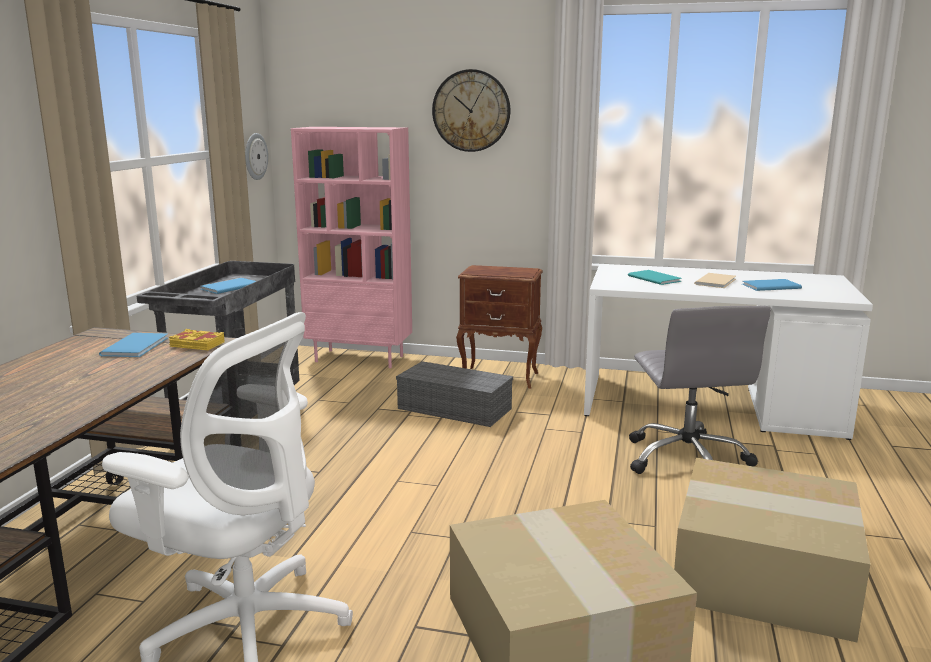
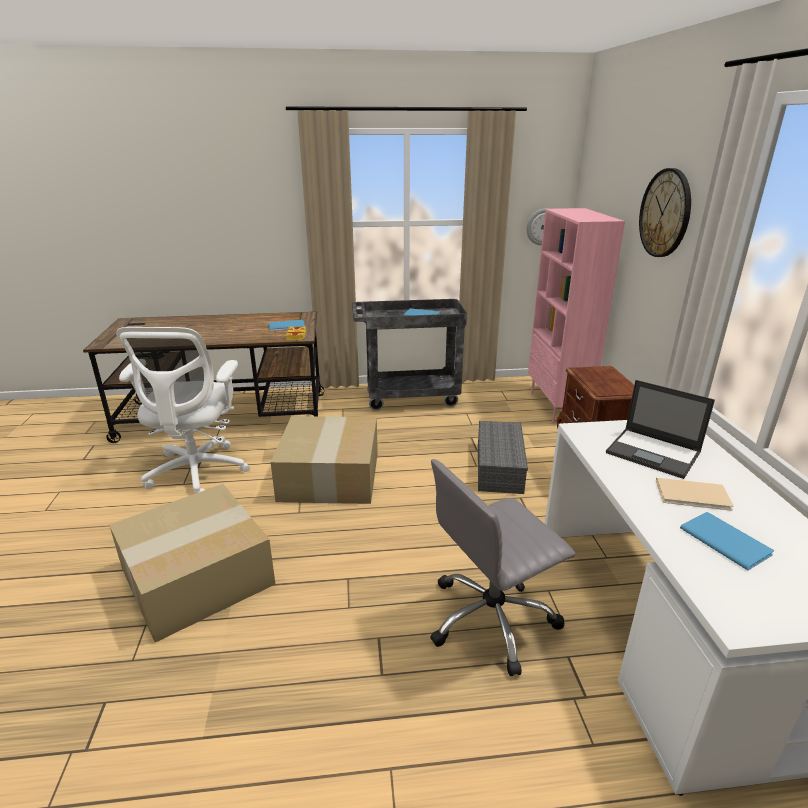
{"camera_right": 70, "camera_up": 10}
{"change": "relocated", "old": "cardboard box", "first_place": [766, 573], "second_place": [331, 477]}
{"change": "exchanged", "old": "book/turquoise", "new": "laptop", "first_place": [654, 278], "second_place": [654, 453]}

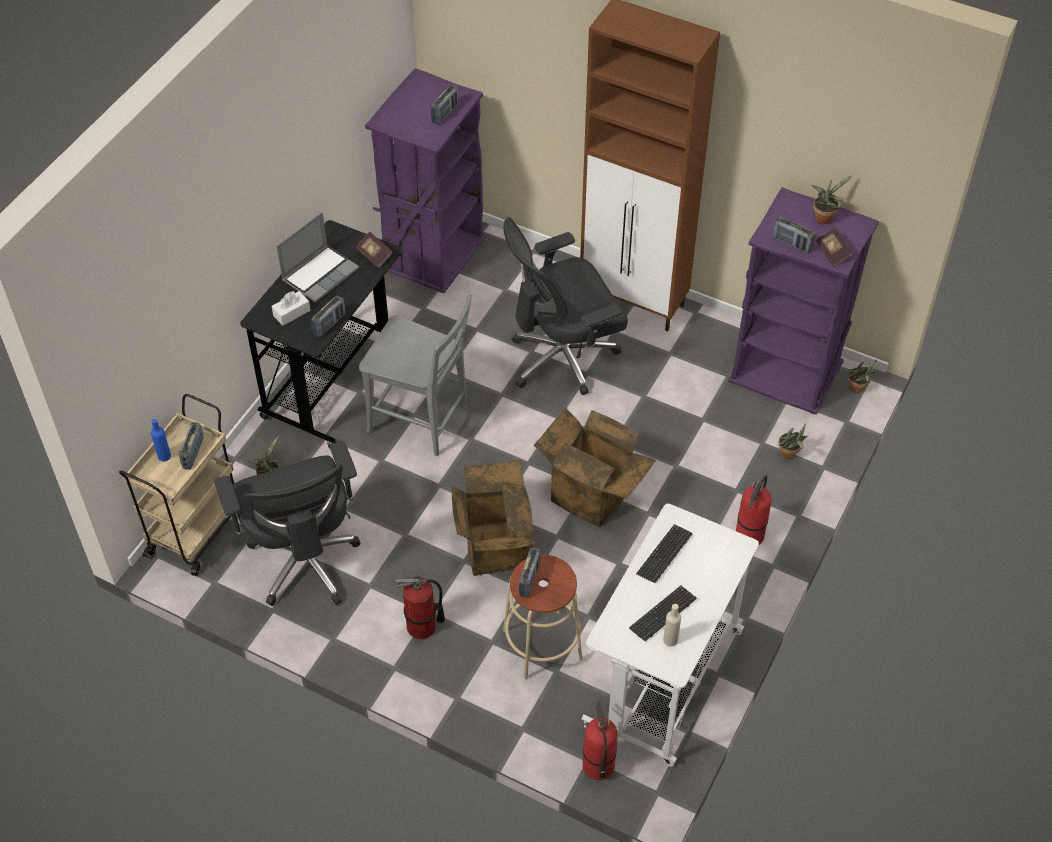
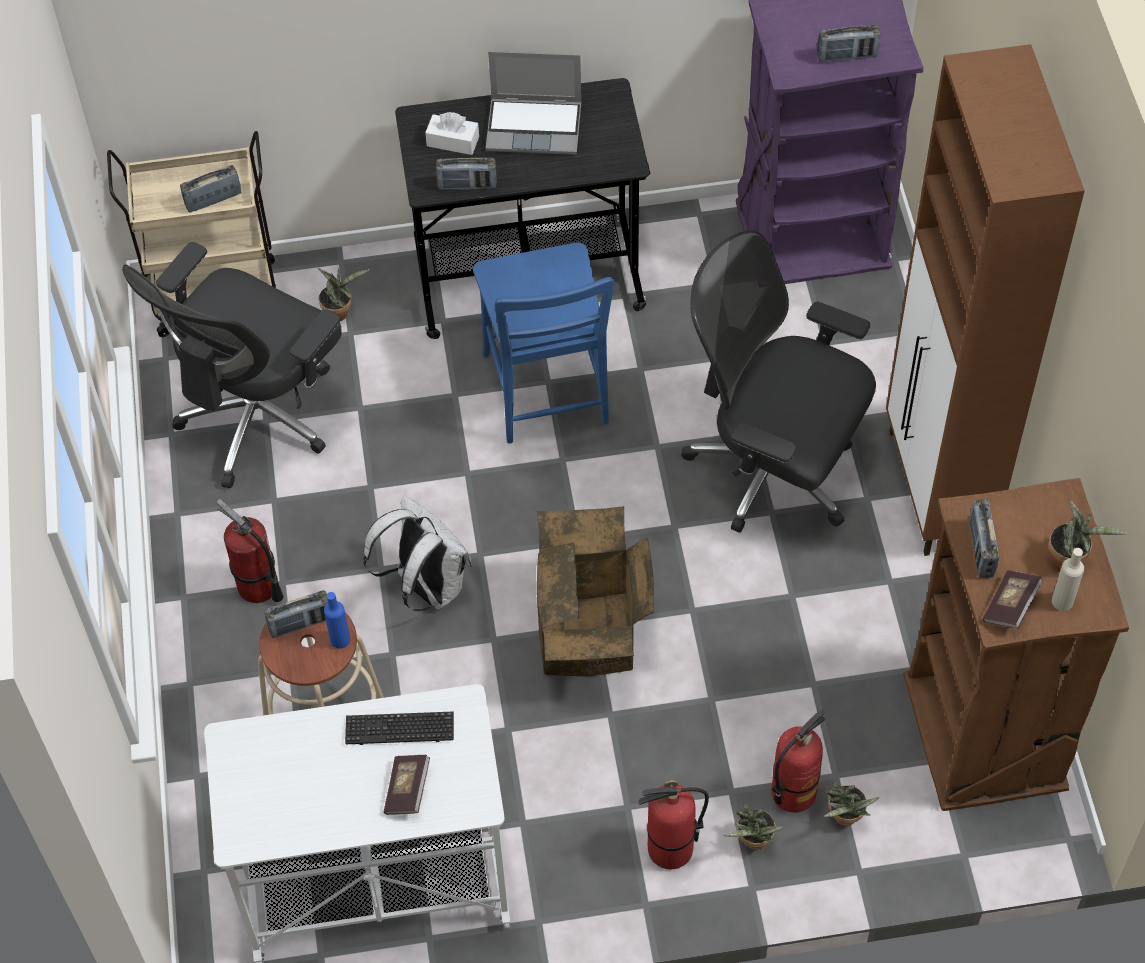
{"camera_right": 55, "camera_up": 5}
{"change": "relocated", "old": "bottle/blue", "first_place": [164, 456], "second_place": [340, 639]}
{"change": "exchanged", "old": "cardboard box", "new": "backpack/white", "first_place": [495, 547], "second_place": [426, 586]}
{"change": "relocated", "old": "book", "first_place": [374, 255], "second_place": [407, 790]}
{"change": "colour", "old": "chair/grey", "new": "chair/blue", "first_place": [423, 420], "second_place": [547, 395]}
{"change": "relocated", "old": "potted plant", "first_place": [858, 389], "second_place": [753, 842]}
{"change": "relocated", "old": "fire extinguisher", "first_place": [598, 766], "second_place": [793, 792]}
{"change": "colour", "old": "bookcase/purple", "new": "bookcase/brown", "first_place": [786, 371], "second_place": [985, 732]}
{"change": "relocated", "old": "bottle/beige", "first_place": [670, 640], "second_place": [1062, 601]}
{"change": "missing", "old": "keyboard", "first_place": [662, 614]}

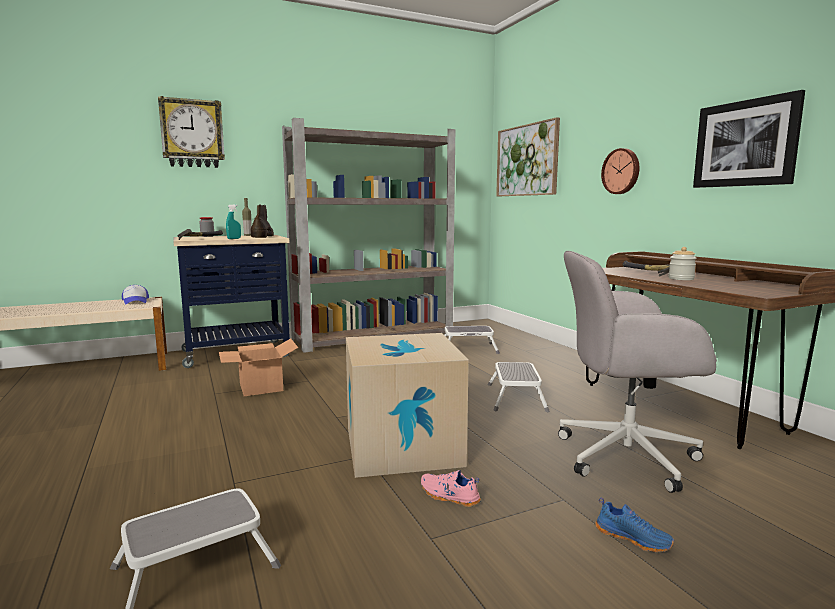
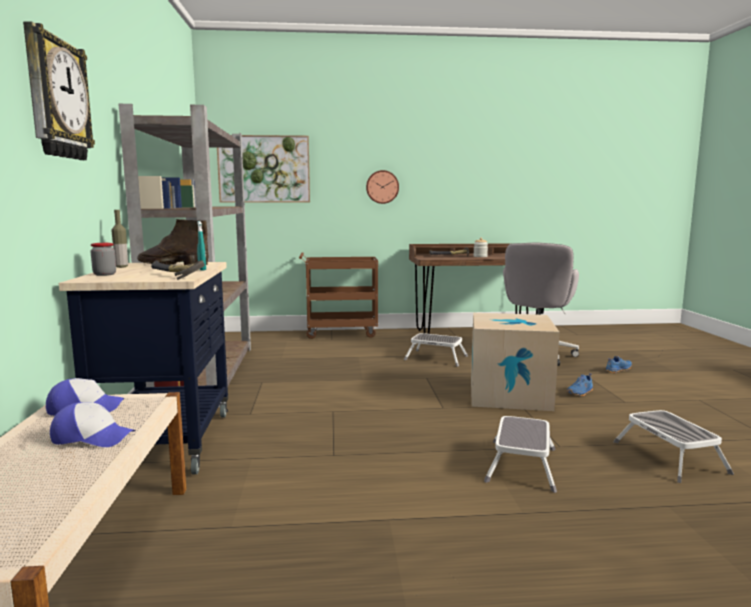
{"camera_right": -70, "camera_up": 0}
{"change": "appeared", "new": "cap", "second_place": [93, 437]}
{"change": "appeared", "new": "cart/brown", "second_place": [339, 334]}
{"change": "relocated", "old": "step ladder/grey", "first_place": [468, 349], "second_place": [522, 465]}
{"change": "colour", "old": "shoe/pink", "new": "shoe/blue", "first_place": [449, 497], "second_place": [580, 393]}
{"change": "missing", "old": "cardboard box", "first_place": [261, 387]}
{"change": "missing", "old": "picture", "first_place": [745, 143]}

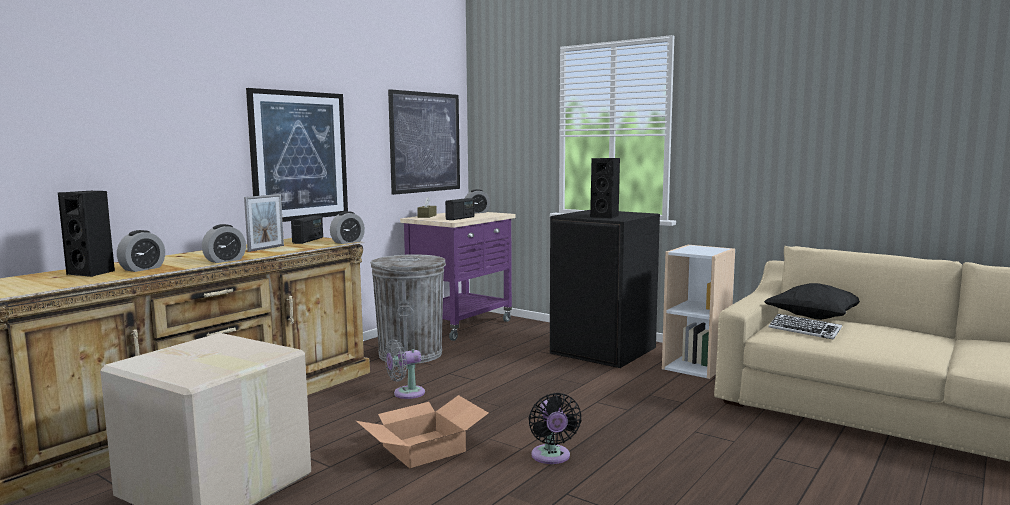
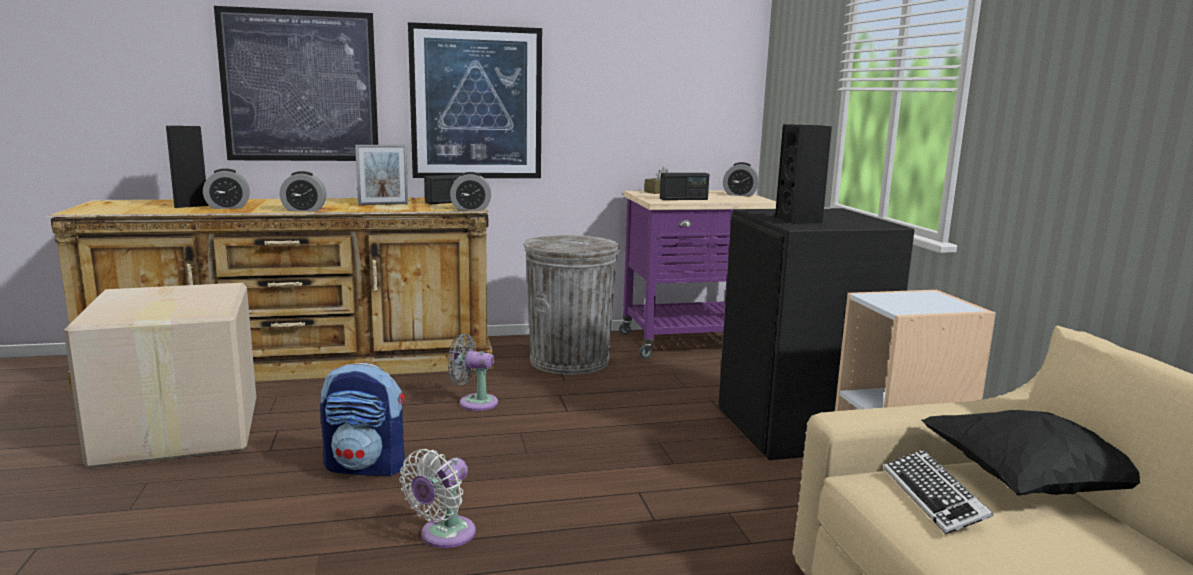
{"camera_right": 40, "camera_up": 5}
{"change": "relocated", "old": "picture", "first_place": [425, 142], "second_place": [300, 86]}
{"change": "exchanged", "old": "cardboard box", "new": "backpack", "first_place": [424, 448], "second_place": [366, 467]}
{"change": "colour", "old": "fan/black", "new": "fan/white", "first_place": [551, 457], "second_place": [443, 536]}

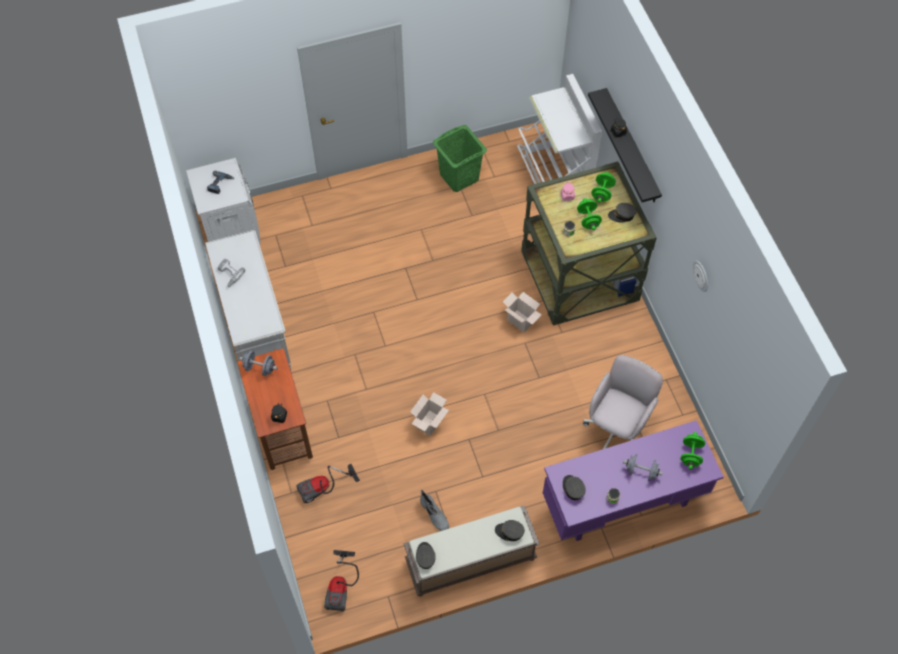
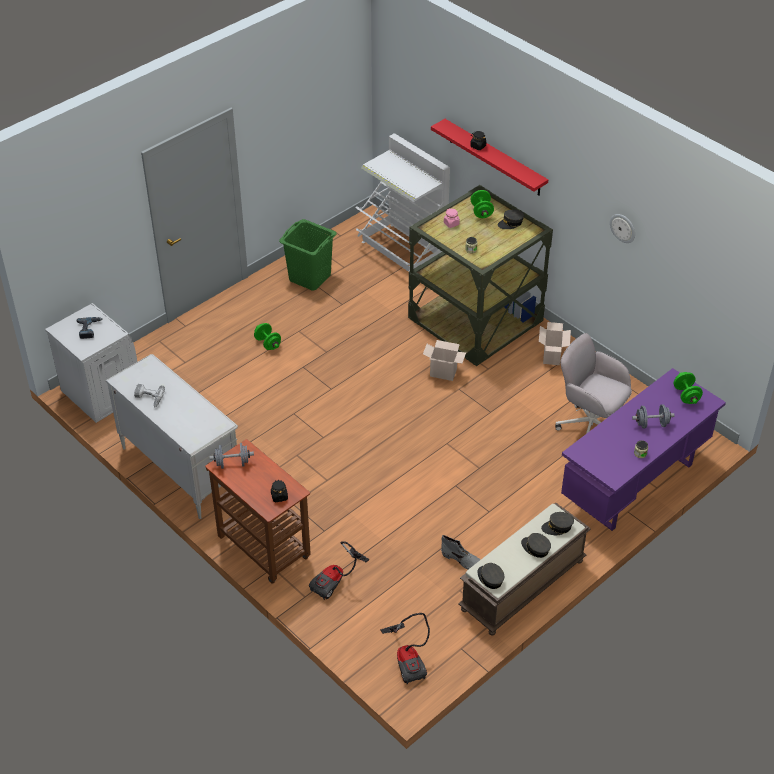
{"camera_right": -25, "camera_up": -15}
{"change": "relocated", "old": "dumbbell/green", "first_place": [588, 219], "second_place": [268, 343]}
{"change": "colour", "old": "shelf/black", "new": "shelf/red", "first_place": [632, 147], "second_place": [494, 158]}
{"change": "relocated", "old": "cap/grey", "first_place": [573, 489], "second_place": [535, 548]}
{"change": "relocated", "old": "cardboard box", "first_place": [429, 424], "second_place": [552, 357]}
{"change": "spun", "old": "office chair/grey", "first_place": [616, 429], "second_place": [589, 428], "degrees": -60}

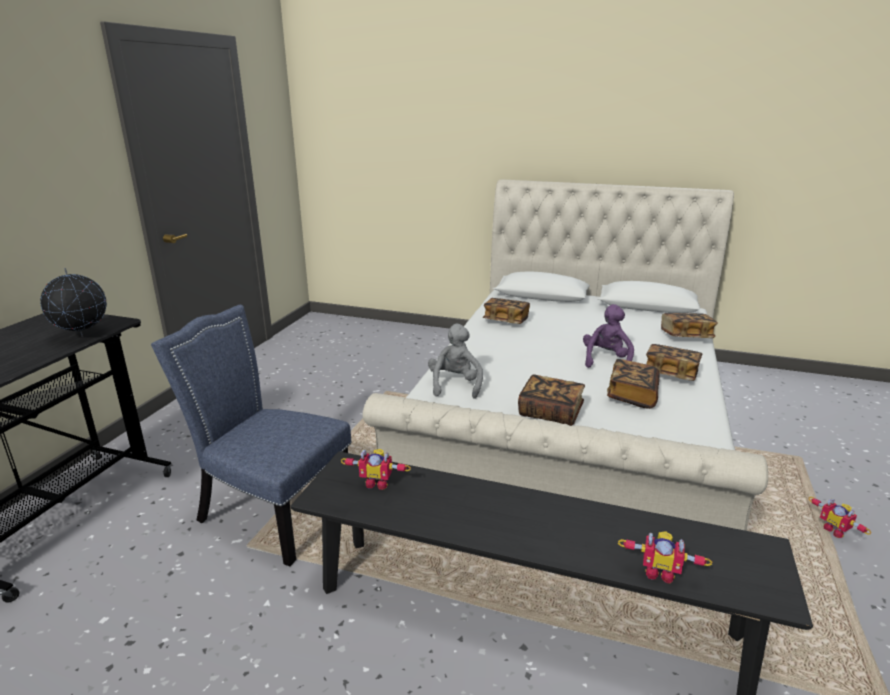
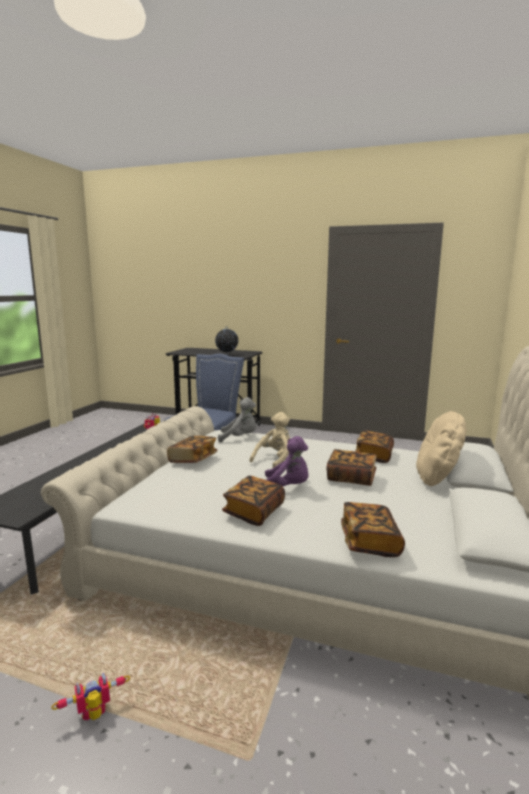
{"camera_right": 90, "camera_up": -10}
{"change": "appeared", "new": "plush toy/beige", "second_place": [274, 460]}
{"change": "relocated", "old": "book", "first_place": [632, 395], "second_place": [351, 478]}
{"change": "appeared", "new": "pillow/beige", "second_place": [437, 480]}
{"change": "missing", "old": "toy robot", "first_place": [659, 572]}

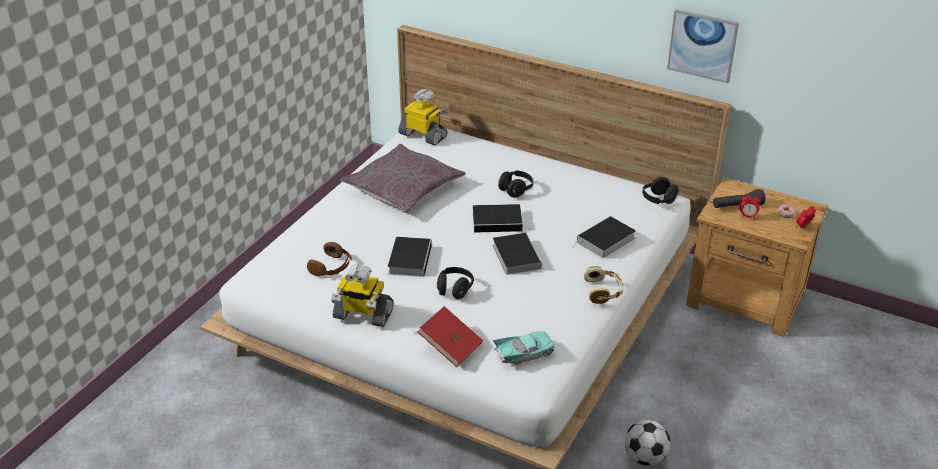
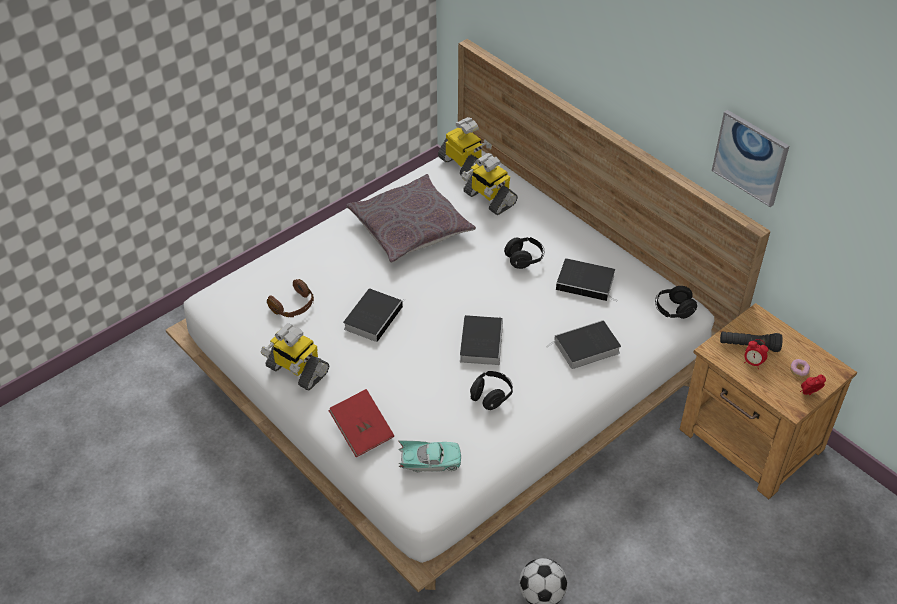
{"camera_right": 20, "camera_up": 10}
{"change": "appeared", "new": "toy robot", "second_place": [489, 199]}
{"change": "relocated", "old": "headphones/black", "first_place": [455, 289], "second_place": [491, 396]}
{"change": "relocated", "old": "book", "first_place": [498, 221], "second_place": [587, 282]}
{"change": "missing", "old": "headphones/beige", "first_place": [603, 291]}

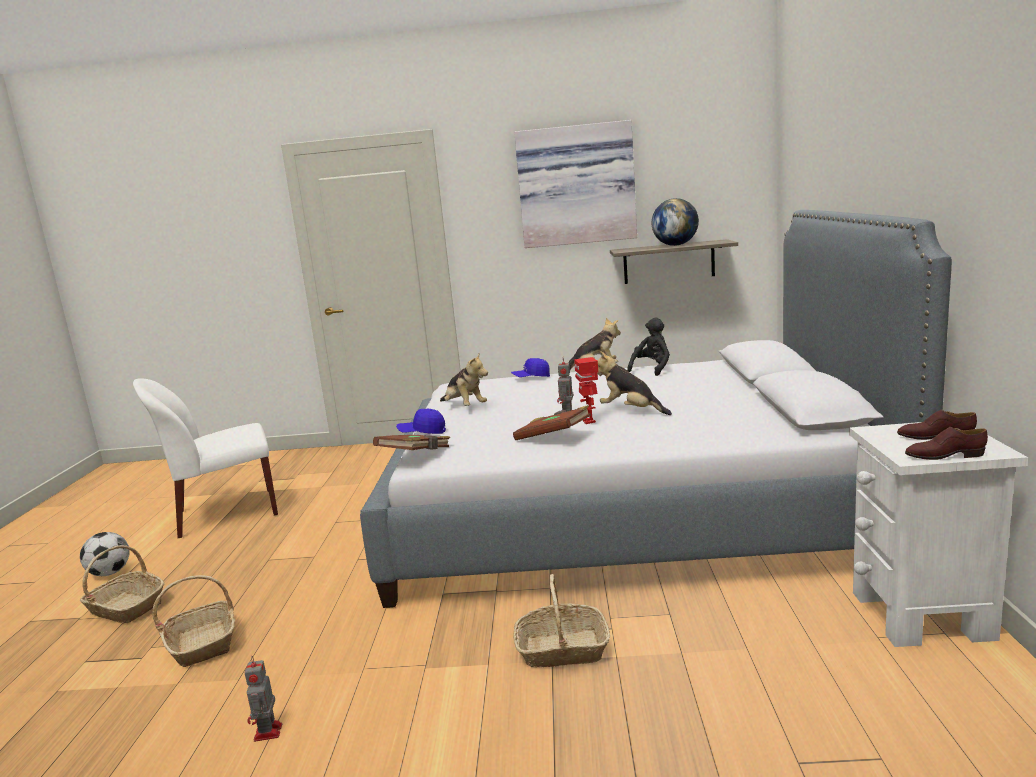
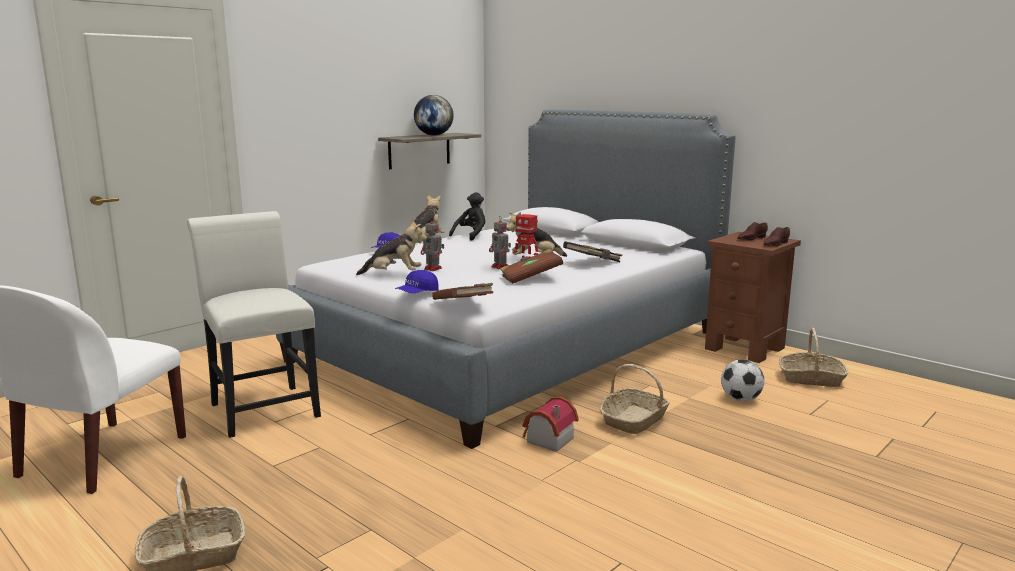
{"camera_right": -50, "camera_up": 0}
{"change": "appeared", "new": "chair/white", "second_place": [262, 407]}
{"change": "relocated", "old": "toy robot", "first_place": [267, 733], "second_place": [433, 269]}
{"change": "spun", "old": "plush toy/black", "first_place": [652, 369], "second_place": [471, 236], "degrees": 45}
{"change": "appeared", "new": "toy house", "second_place": [547, 440]}
{"change": "appeared", "new": "book/black", "second_place": [593, 263]}
{"change": "colour", "old": "nightstand/white", "new": "nightstand/brown", "first_place": [919, 616], "second_place": [745, 349]}
{"change": "relocated", "old": "football", "first_place": [110, 573], "second_place": [740, 399]}
{"change": "relocated", "old": "basket", "first_place": [203, 643], "second_place": [811, 379]}
{"change": "missing", "old": "picture", "first_place": [576, 185]}

